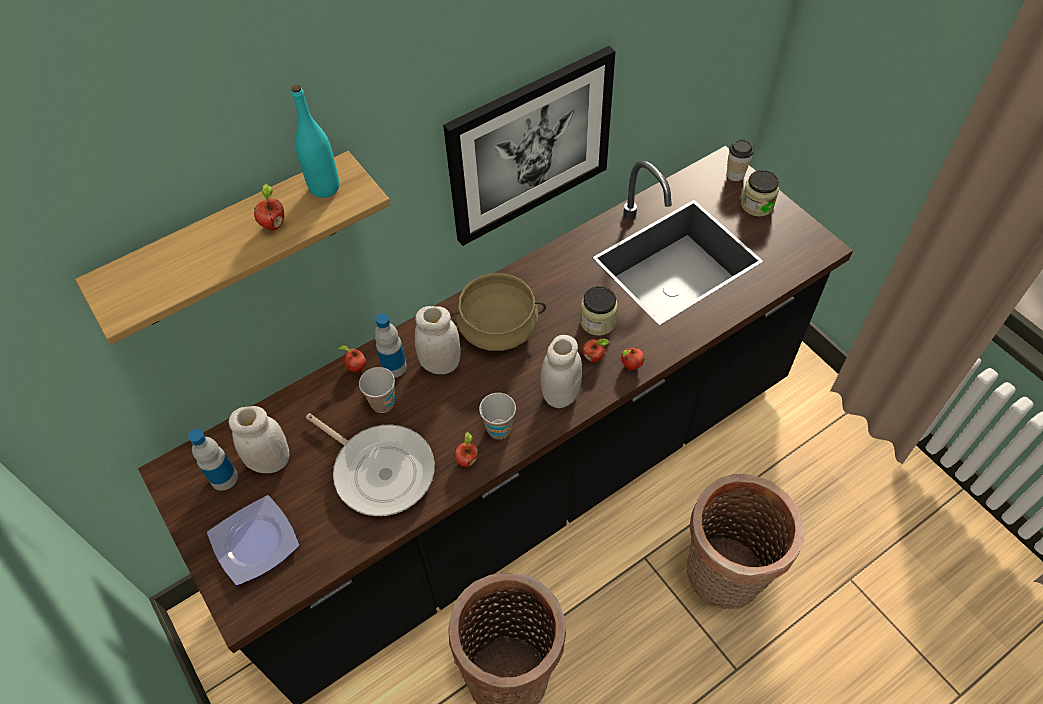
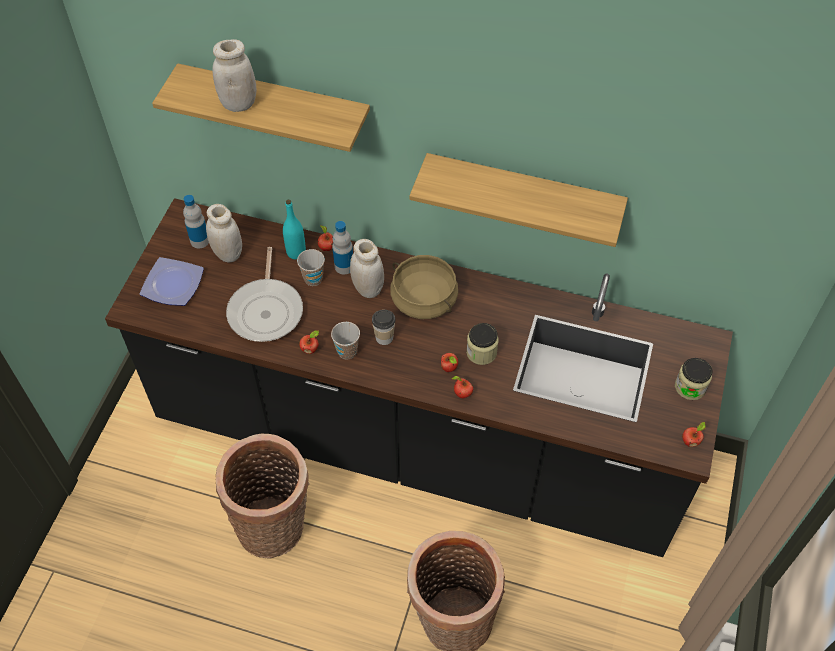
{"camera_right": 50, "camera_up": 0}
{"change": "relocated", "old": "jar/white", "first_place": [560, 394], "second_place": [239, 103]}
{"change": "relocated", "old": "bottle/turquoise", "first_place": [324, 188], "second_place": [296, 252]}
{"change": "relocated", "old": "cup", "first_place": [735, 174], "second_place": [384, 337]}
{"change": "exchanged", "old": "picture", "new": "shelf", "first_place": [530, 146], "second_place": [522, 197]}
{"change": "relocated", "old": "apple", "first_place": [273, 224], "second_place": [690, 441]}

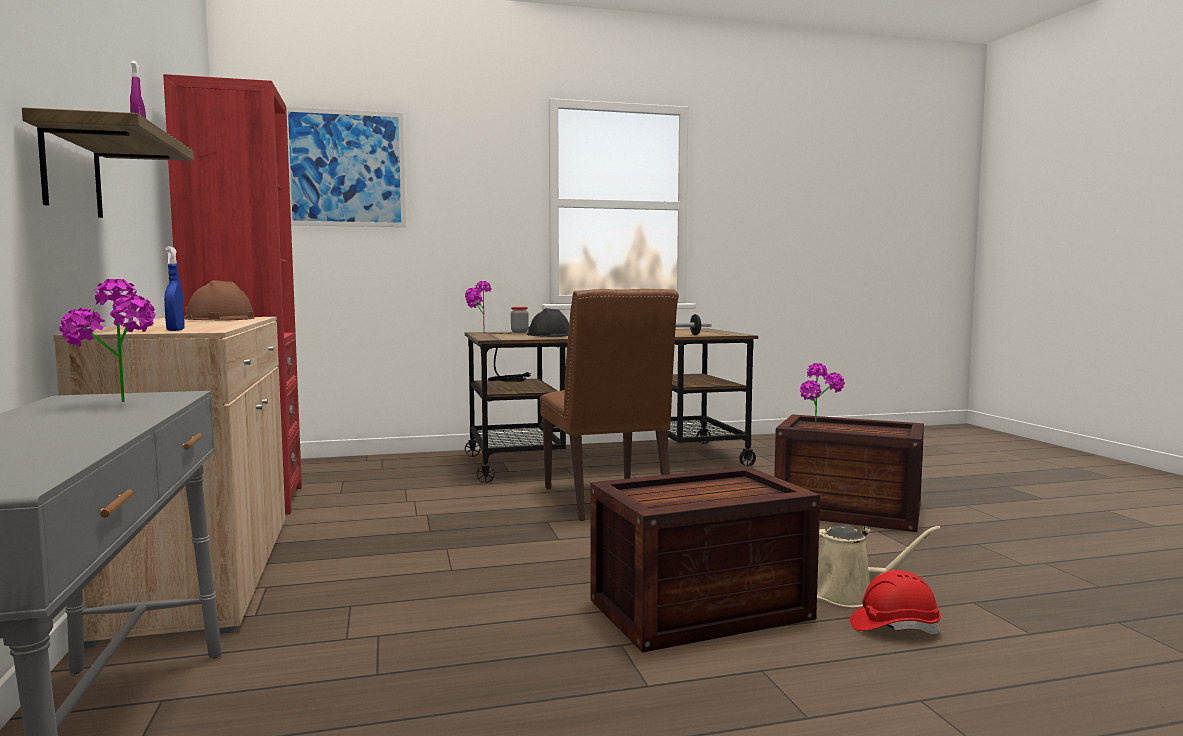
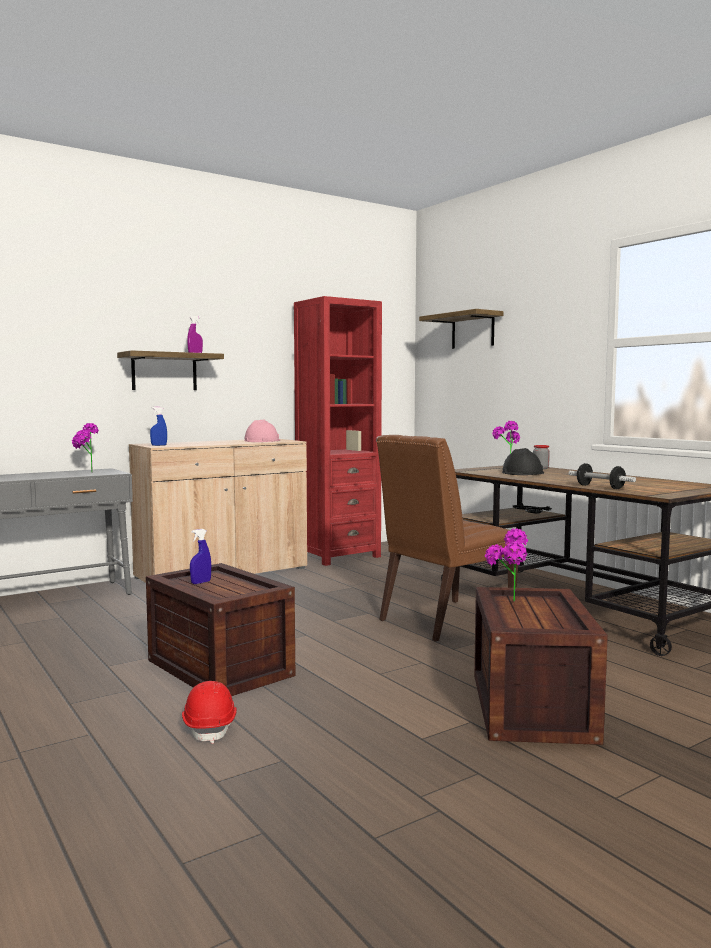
{"camera_right": 70, "camera_up": 0}
{"change": "appeared", "new": "spray bottle/blue", "second_place": [201, 582]}
{"change": "colour", "old": "hard hat/brown", "new": "hard hat/pink", "first_place": [219, 319], "second_place": [262, 441]}
{"change": "exchanged", "old": "picture", "new": "shelf", "first_place": [346, 168], "second_place": [473, 331]}
{"change": "missing", "old": "watering can/beige", "first_place": [849, 595]}

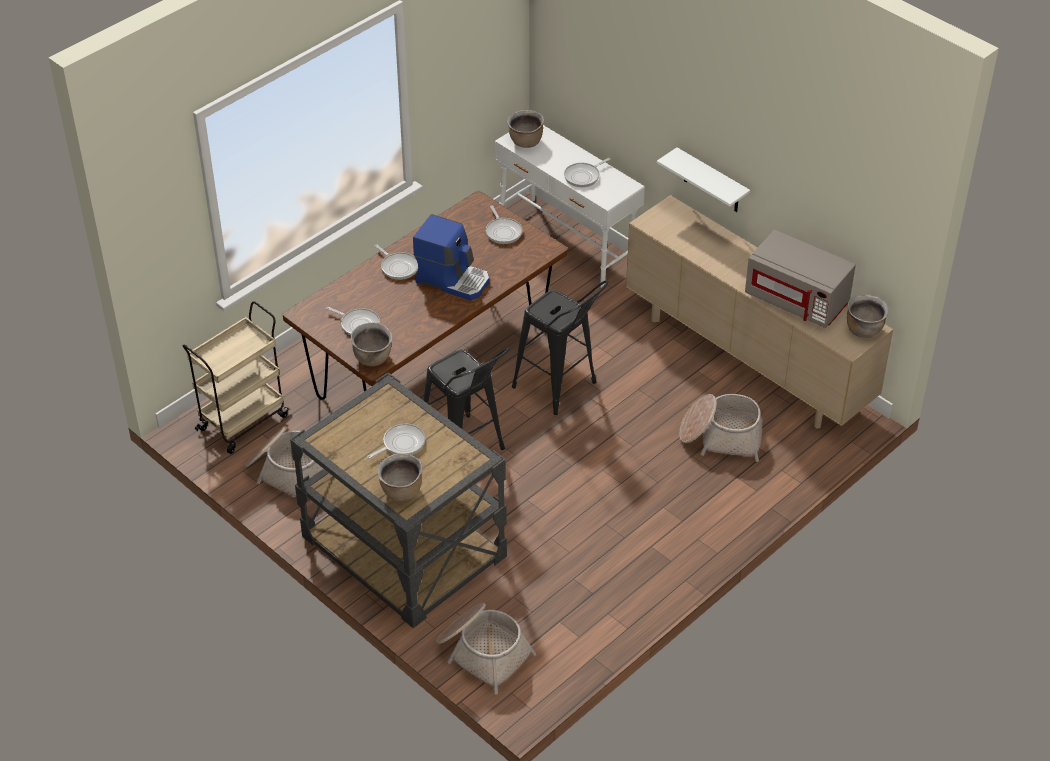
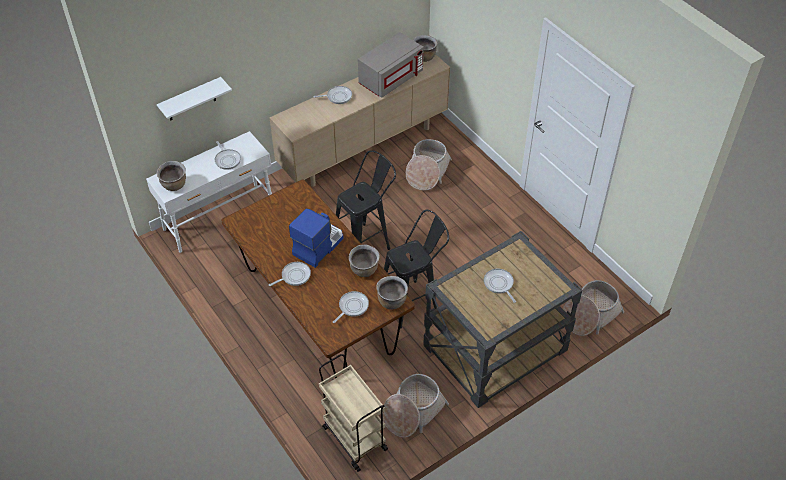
{"camera_right": -80, "camera_up": 5}
{"change": "relocated", "old": "shelf/white", "first_place": [712, 182], "second_place": [191, 100]}
{"change": "relocated", "old": "frying pan", "first_place": [503, 231], "second_place": [337, 96]}
{"change": "relocated", "old": "cooking pot/brown", "first_place": [401, 492], "second_place": [364, 270]}

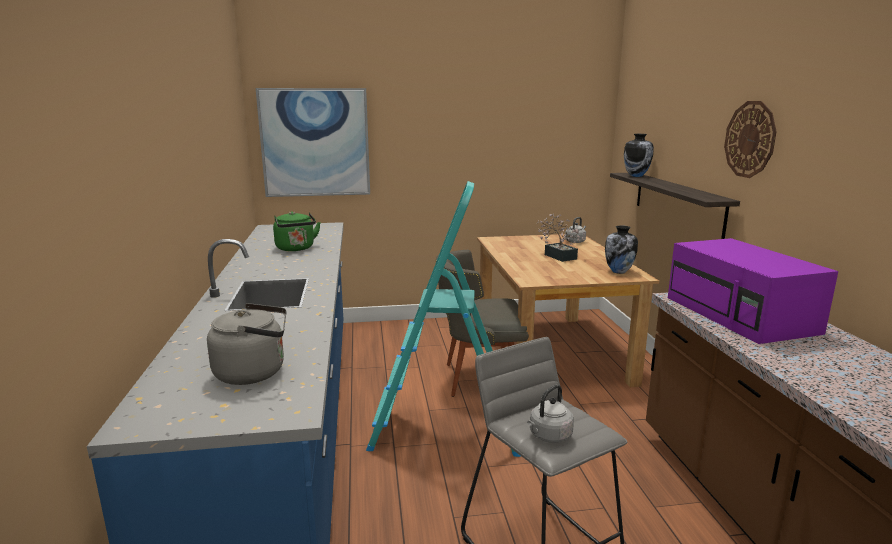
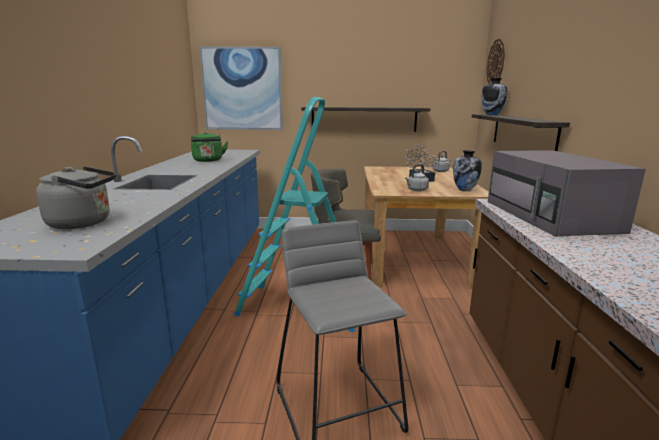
{"camera_right": 10, "camera_up": 0}
{"change": "appeared", "new": "shelf", "second_place": [364, 119]}
{"change": "relocated", "old": "kettle/grey", "first_place": [549, 436], "second_place": [416, 190]}
{"change": "relocated", "old": "wall clock", "first_place": [750, 139], "second_place": [496, 63]}
{"change": "colour", "old": "microwave/purple", "new": "microwave/grey", "first_place": [741, 315], "second_place": [550, 216]}

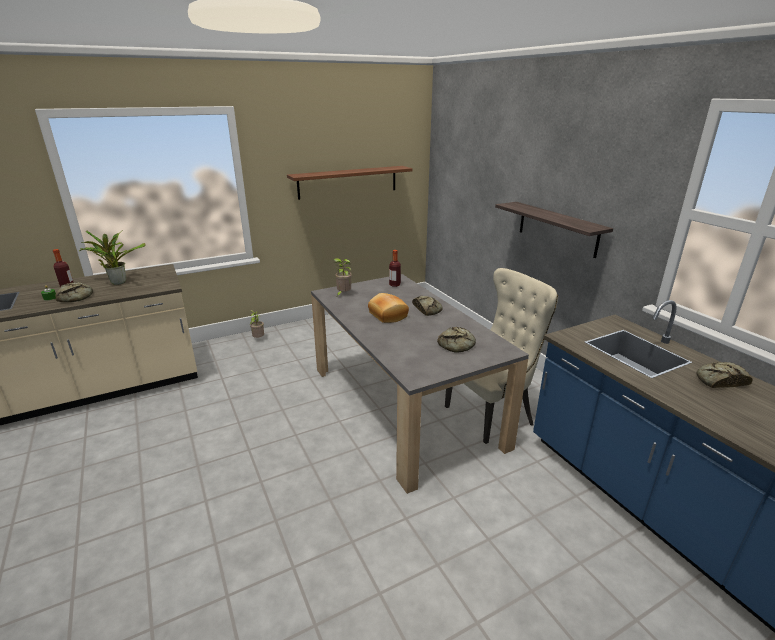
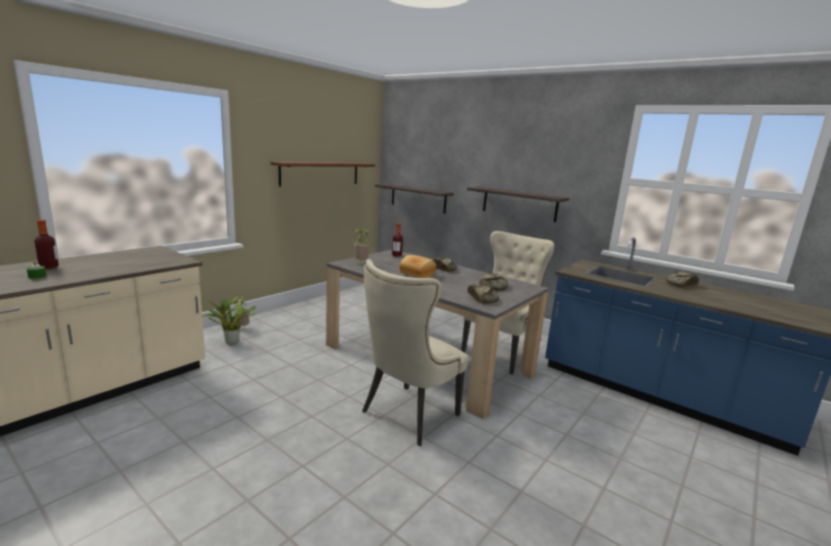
{"camera_right": -25, "camera_up": -10}
{"change": "relocated", "old": "potted plant", "first_place": [117, 282], "second_place": [230, 342]}
{"change": "appeared", "new": "chair/beige", "second_place": [409, 415]}
{"change": "appeared", "new": "shelf", "second_place": [418, 198]}
{"change": "relocated", "old": "bread", "first_place": [77, 296], "second_place": [482, 298]}

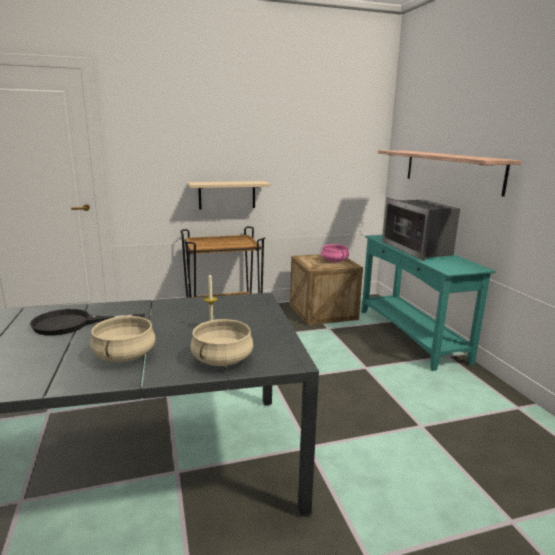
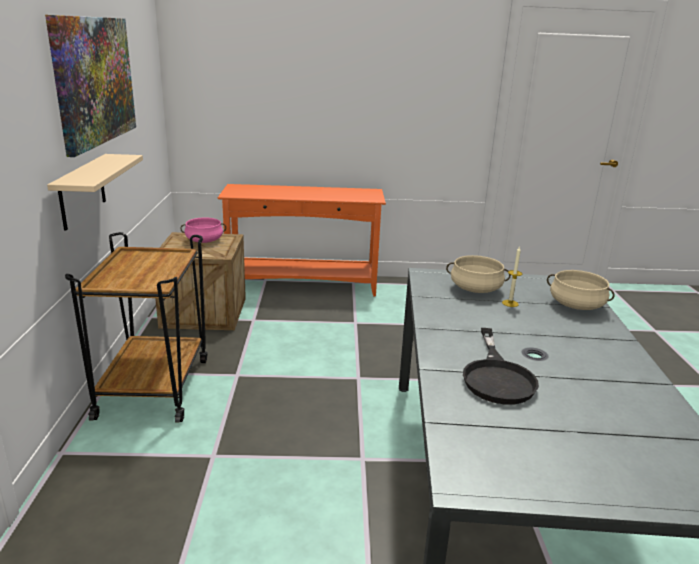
{"camera_right": -75, "camera_up": 5}
{"change": "appeared", "new": "picture", "second_place": [95, 80]}
{"change": "colour", "old": "console table/turquoise", "new": "console table/orange", "first_place": [411, 335], "second_place": [303, 284]}
{"change": "relocated", "old": "cooking pot/beige", "first_place": [124, 355], "second_place": [475, 289]}
{"change": "missing", "old": "shelf", "first_place": [451, 170]}
{"change": "missing", "old": "microwave", "first_place": [417, 249]}

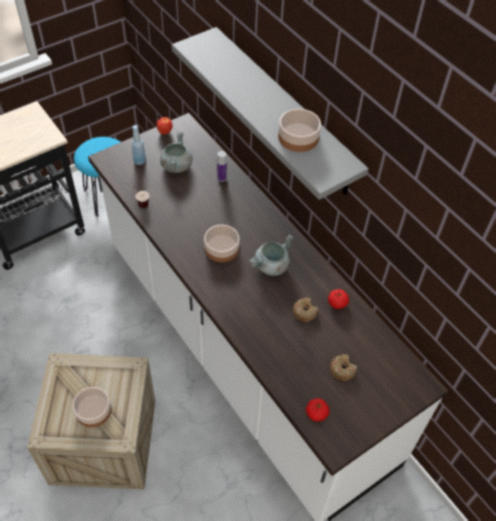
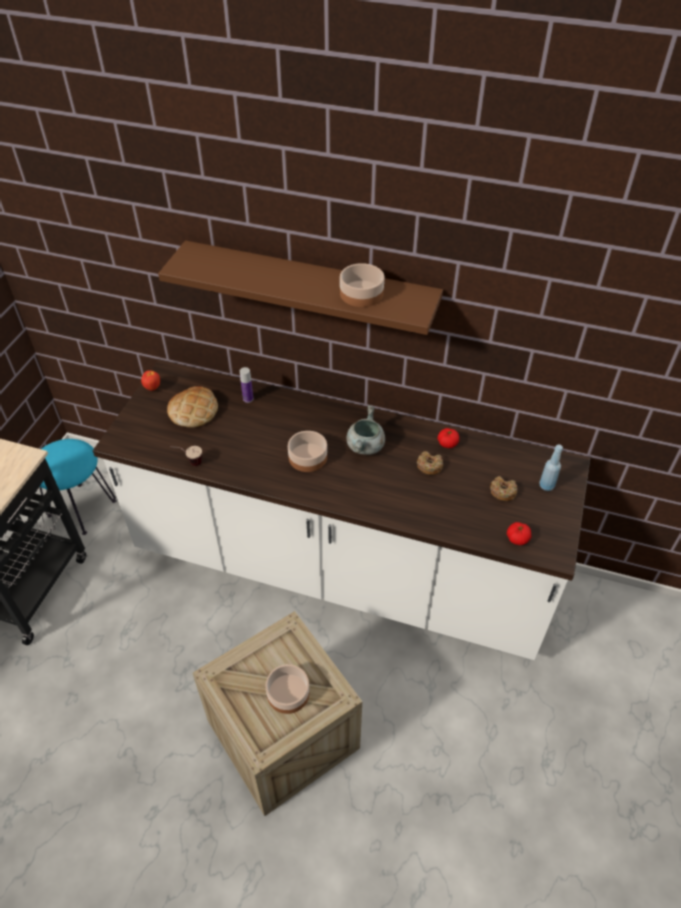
{"camera_right": -35, "camera_up": -5}
{"change": "colour", "old": "shelf/grey", "new": "shelf/brown", "first_place": [284, 112], "second_place": [310, 287]}
{"change": "exchanged", "old": "cooking pot/grey", "new": "bread", "first_place": [176, 165], "second_place": [193, 411]}
{"change": "relocated", "old": "bottle/blue", "first_place": [139, 161], "second_place": [546, 485]}

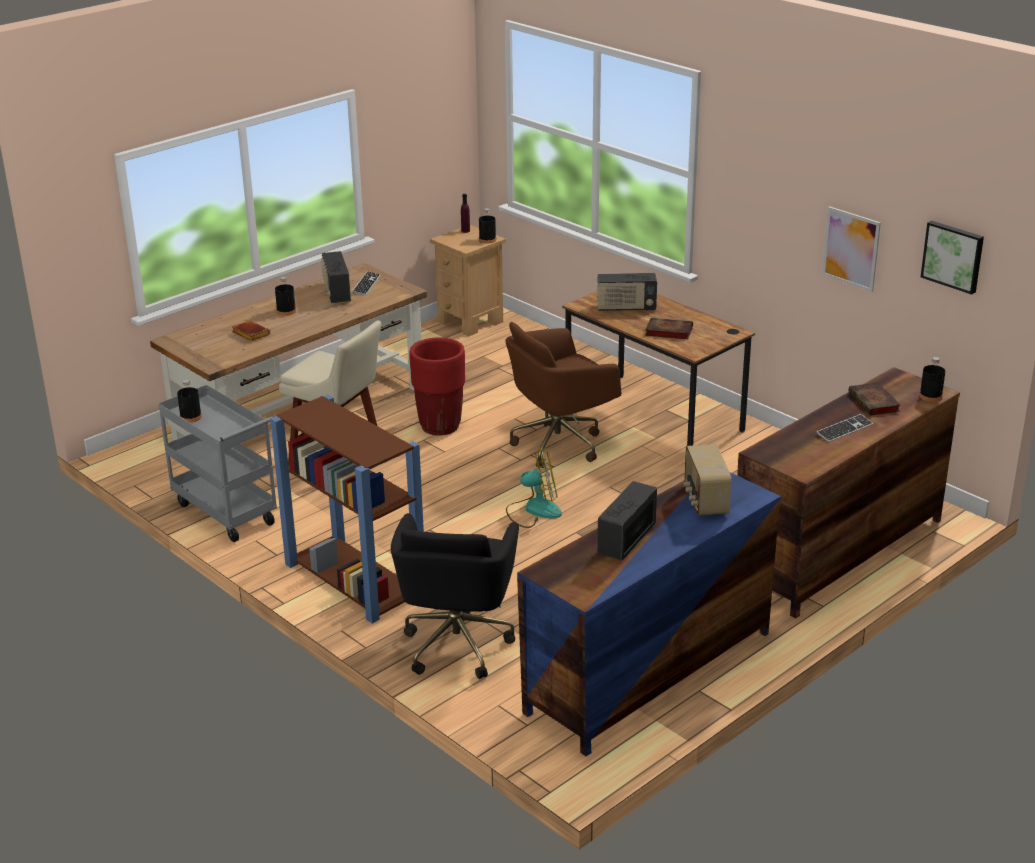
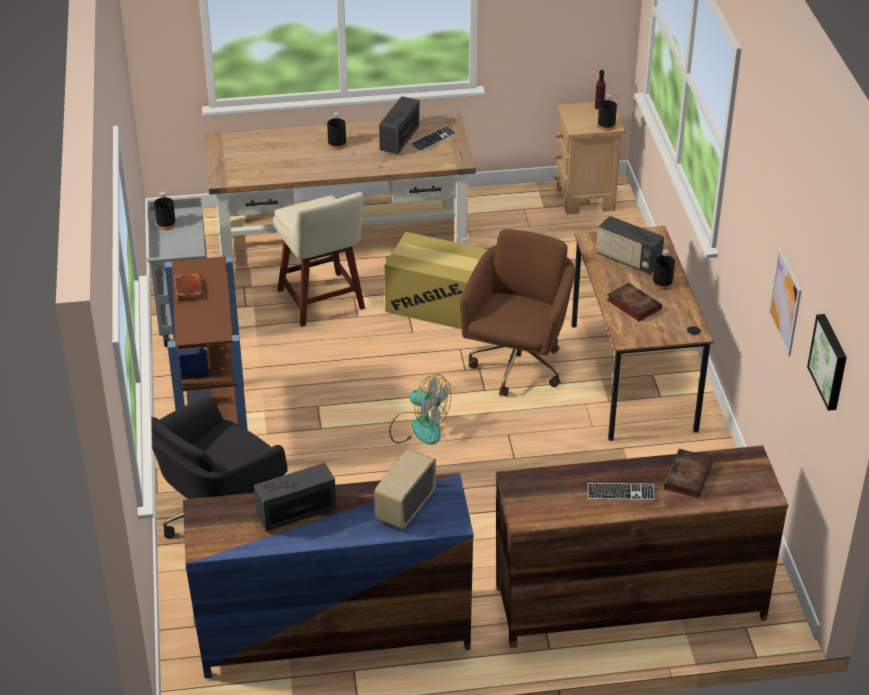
{"camera_right": 35, "camera_up": 10}
{"change": "relocated", "old": "book/brown", "first_place": [249, 334], "second_place": [187, 290]}
{"change": "exchanged", "old": "planter/red", "new": "cardboard box", "first_place": [440, 426], "second_place": [436, 304]}
{"change": "spun", "old": "office chair/brown", "first_place": [561, 445], "second_place": [516, 370], "degrees": 105}
{"change": "relocated", "old": "bottle/black", "first_place": [930, 396], "second_place": [662, 283]}

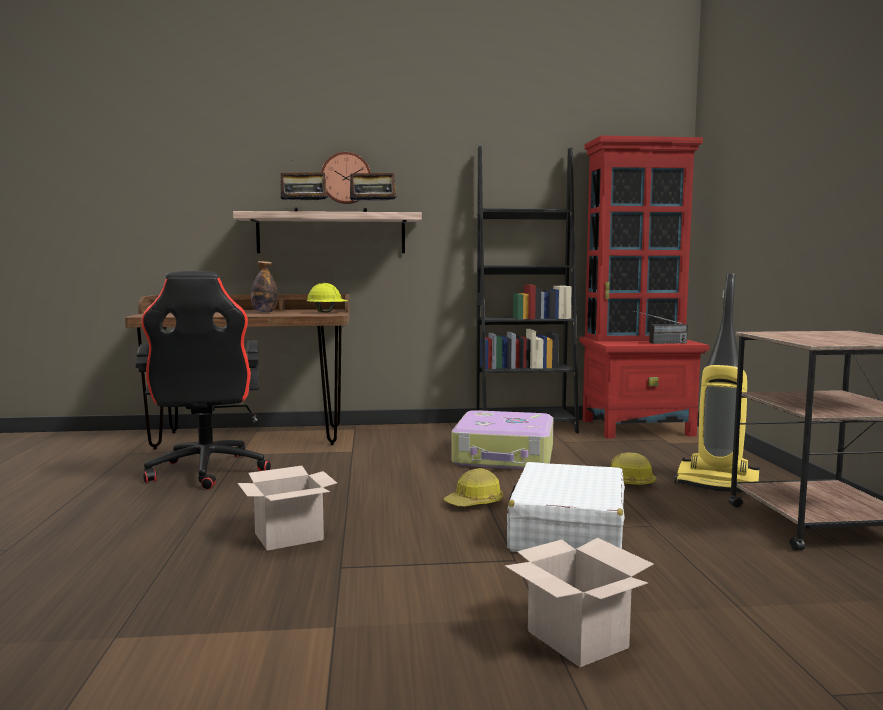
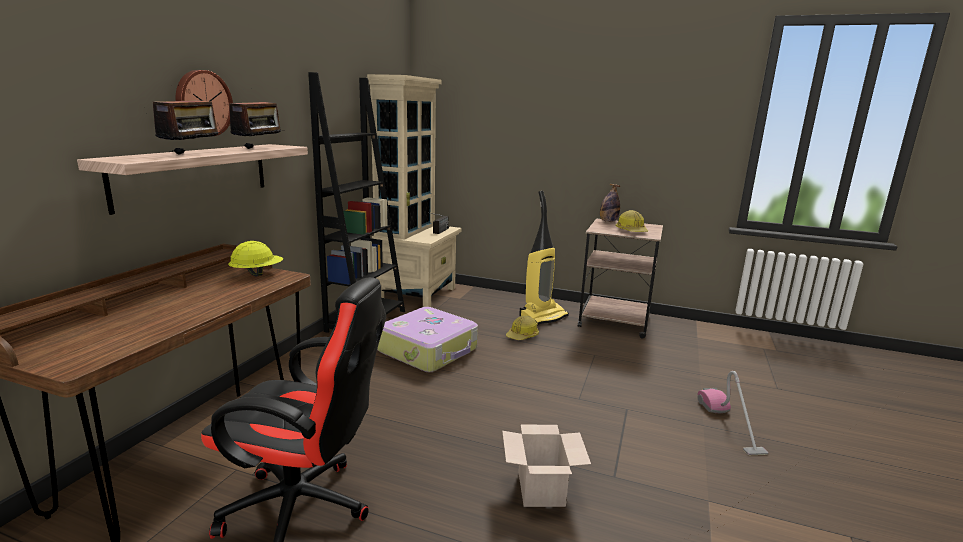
{"camera_right": -65, "camera_up": 10}
{"change": "colour", "old": "cabinet/red", "new": "cabinet/beige", "first_place": [637, 428], "second_place": [418, 294]}
{"change": "relocated", "old": "bottle", "first_place": [264, 312], "second_place": [608, 221]}
{"change": "relocated", "old": "hard hat", "first_place": [475, 503], "second_place": [631, 231]}
{"change": "exchanged", "old": "cardboard box", "new": "vacuum cleaner", "first_place": [574, 638], "second_place": [729, 424]}
{"change": "missing", "old": "suitcase/white", "first_place": [567, 531]}

